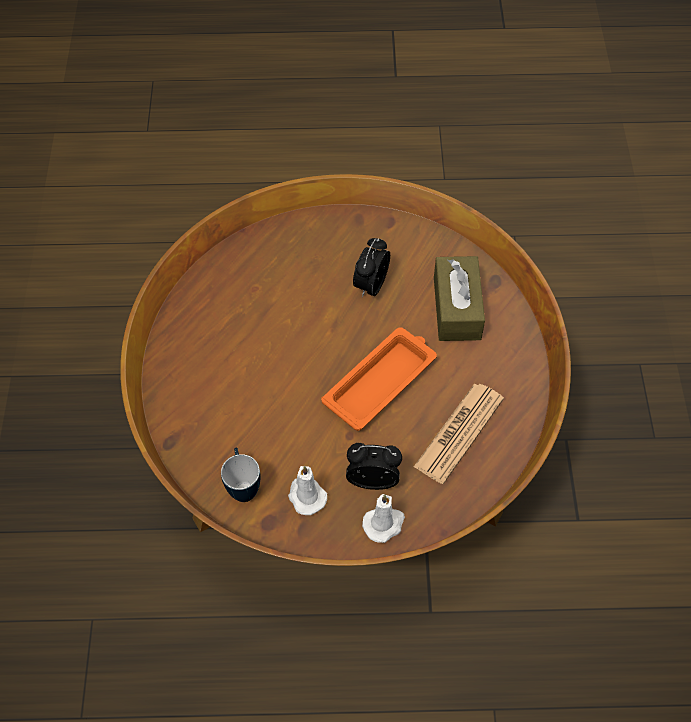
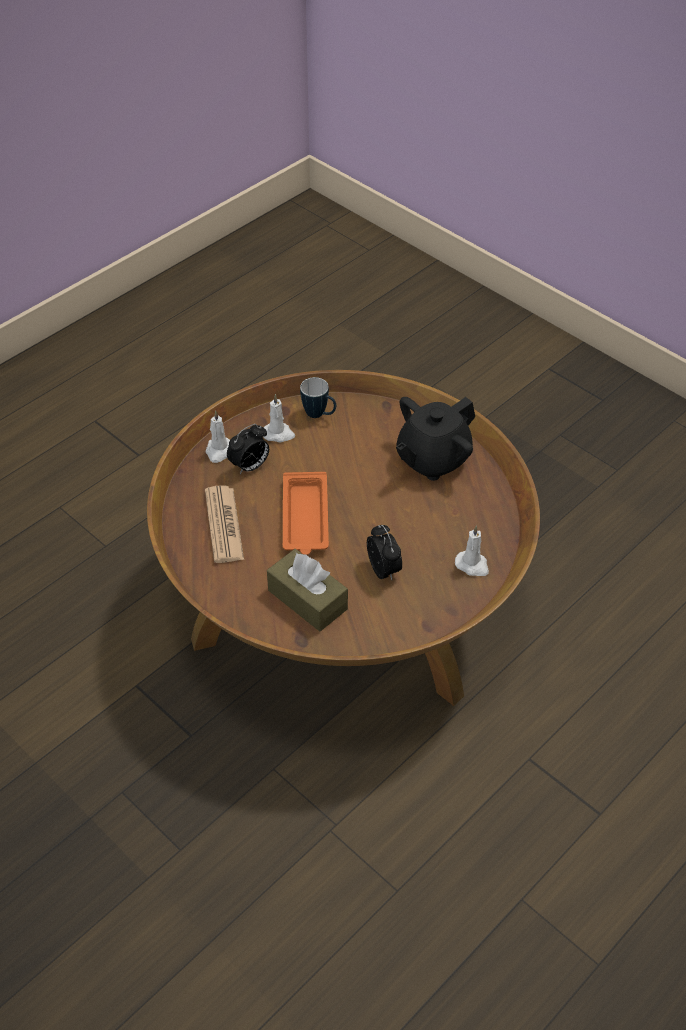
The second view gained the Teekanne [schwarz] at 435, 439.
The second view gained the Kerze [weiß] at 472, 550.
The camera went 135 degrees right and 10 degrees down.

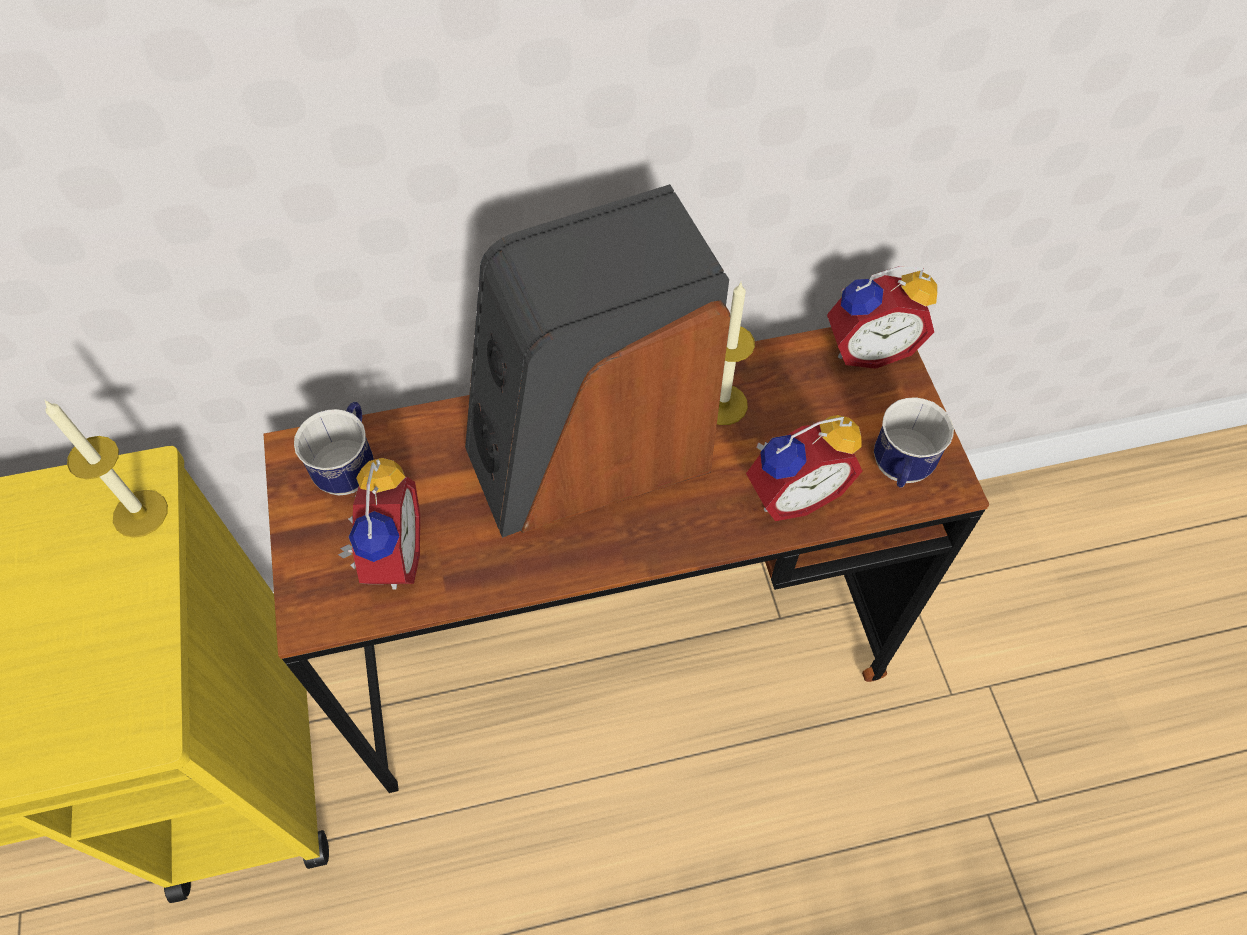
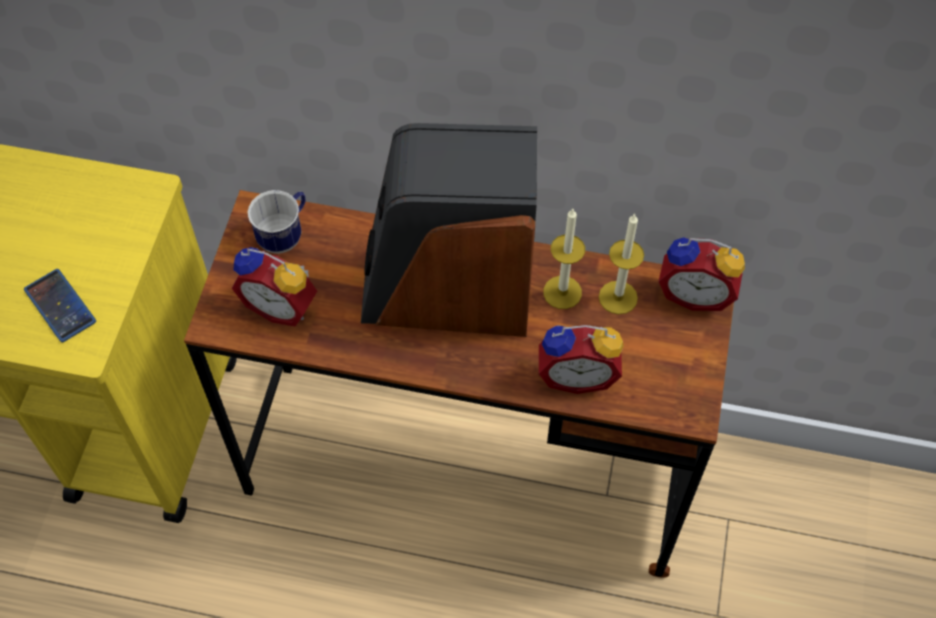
The second view lost the Henkelbecher at 914, 442.
The Kerze ended up elsewhere, having gone from 106, 469 to 621, 264.
The Wecker at 379, 524 ended up facing another way, 90 degrees clockwise from before.
The second view gained the Handy at 60, 305.
The camera went 25 degrees right and 0 degrees up.

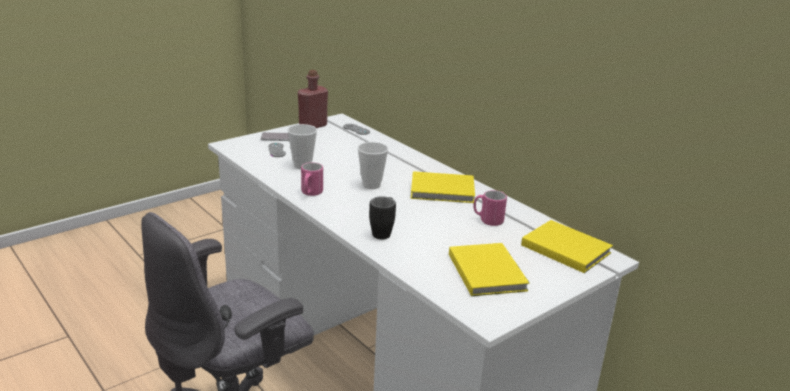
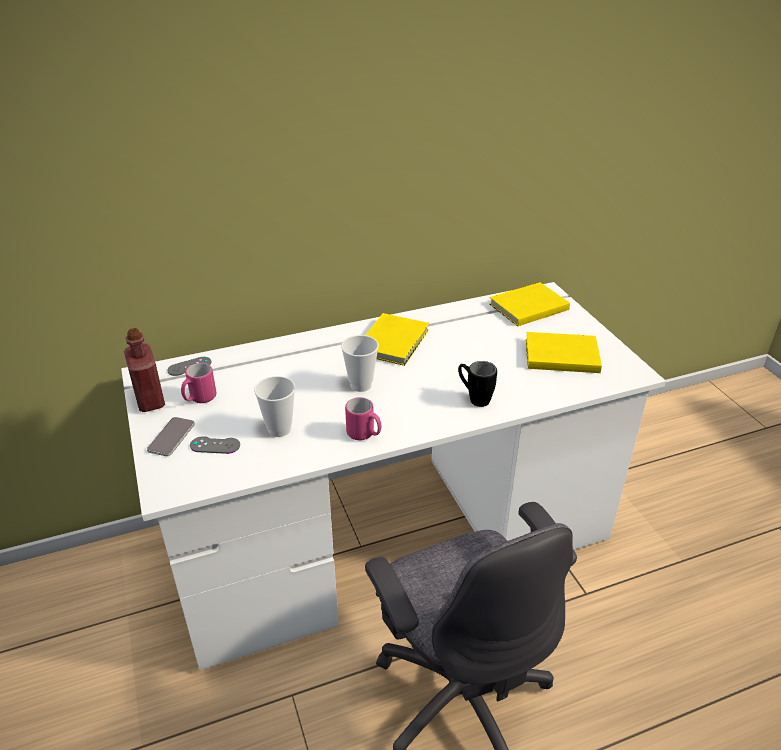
The Henkelbecher [rosa] ended up elsewhere, having gone from 490, 208 to 198, 383.
The camera went 70 degrees left and 10 degrees up.

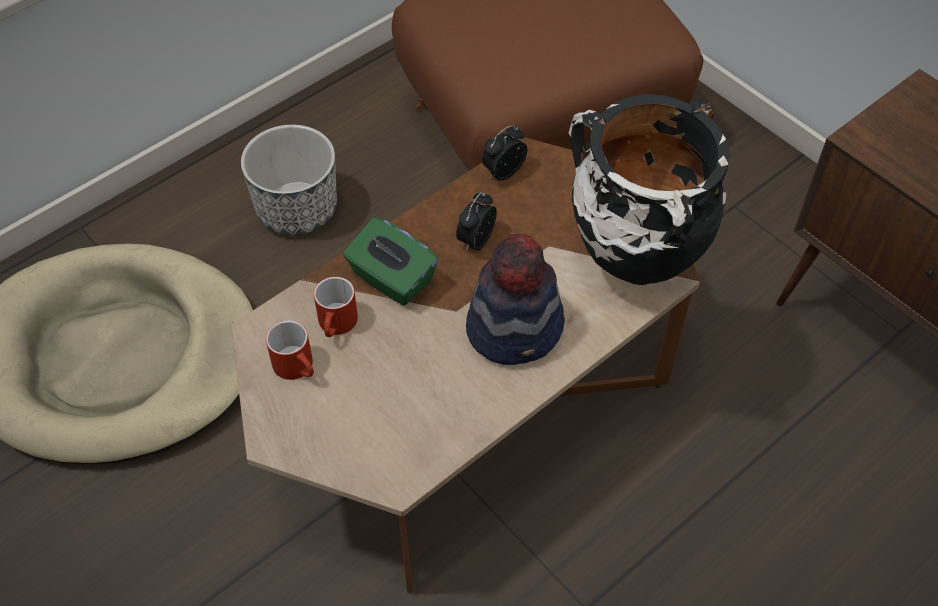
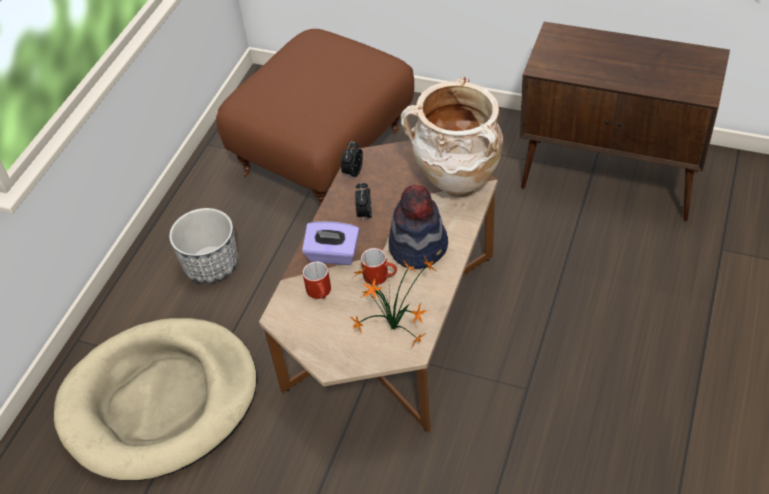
What was the Vase [schwarz] at 648, 189 turned into the Vase [beige] at 452, 136.
What was the Taschentuchbox [grün] at 390, 261 turned into the Taschentuchbox [lila] at 330, 243.
The Henkelbecher [rot] ended up elsewhere, having gone from 290, 350 to 379, 266.
The second view gained the Topfpflanze at 393, 301.
The camera went 25 degrees left and 5 degrees down.

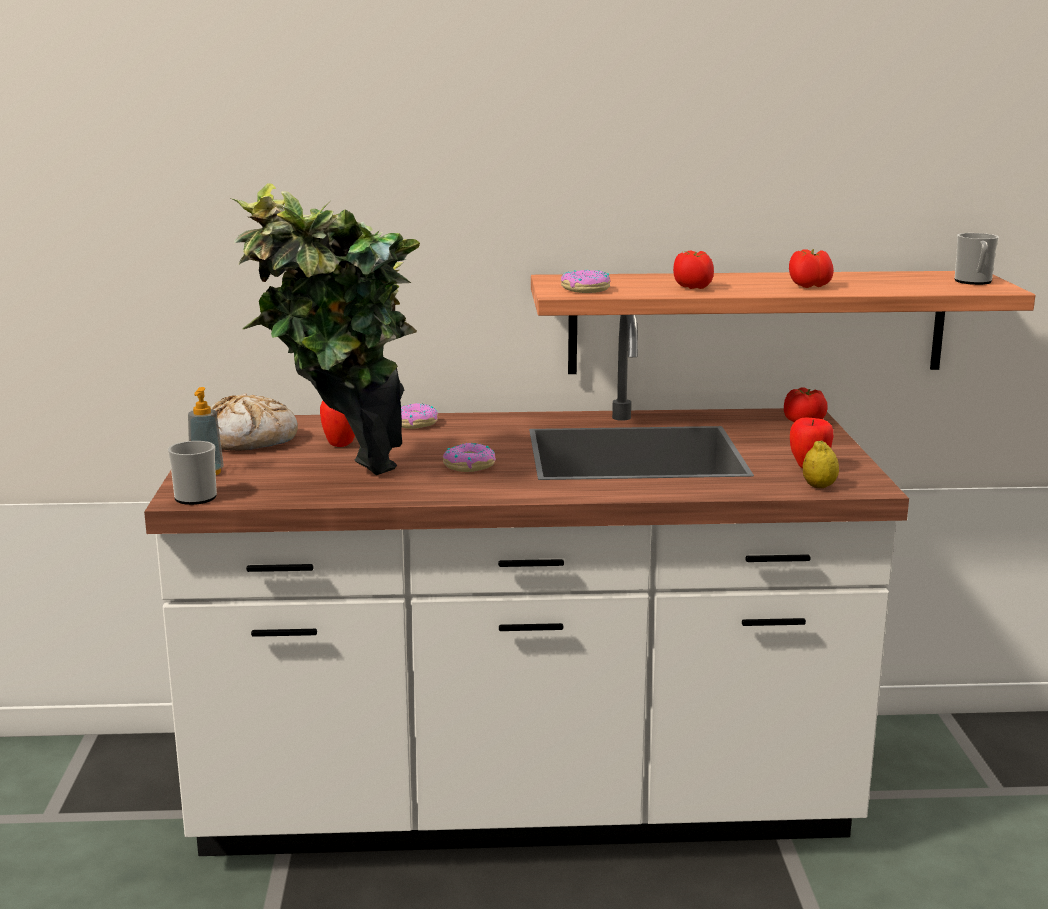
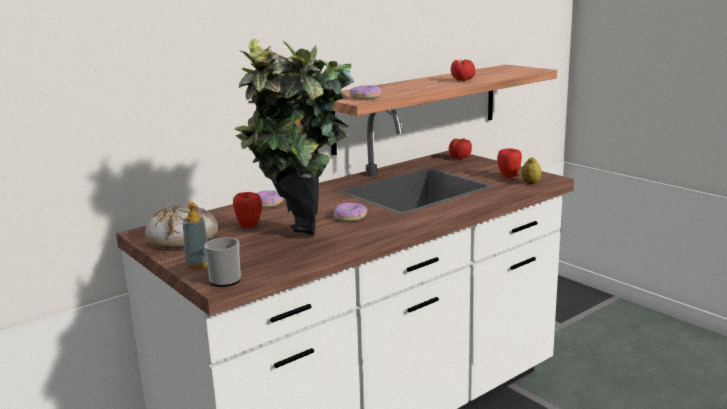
The second view lost the Henkelbecher at 977, 259.
The second view lost the Tomate at 693, 269.
The camera went 35 degrees left and 0 degrees up.

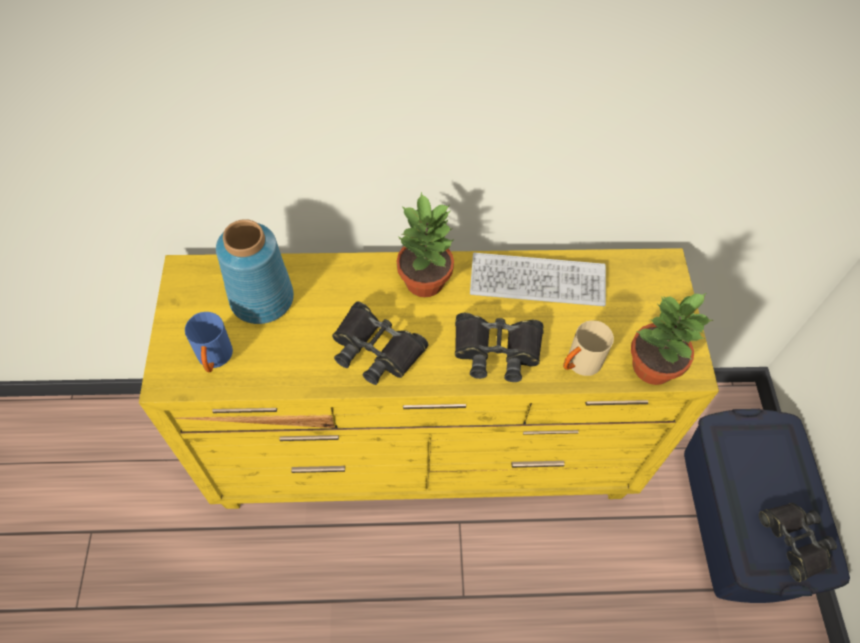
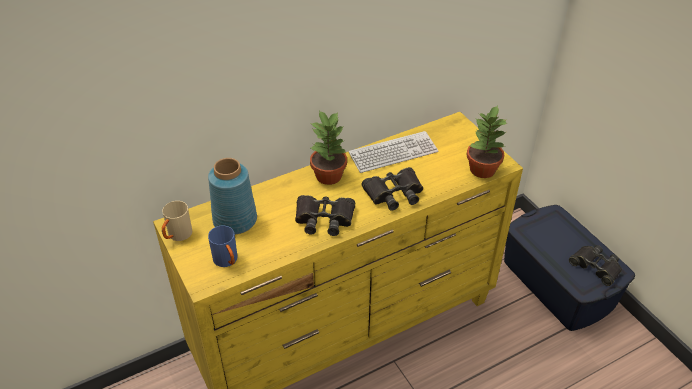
The Henkelbecher [beige] ended up elsewhere, having gone from 588, 348 to 177, 221.
The camera went 25 degrees left and 15 degrees down.

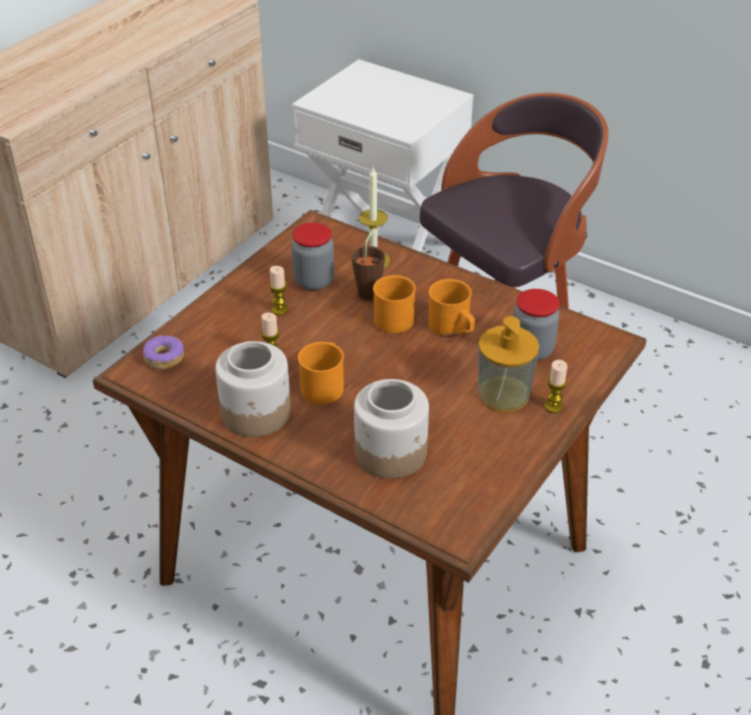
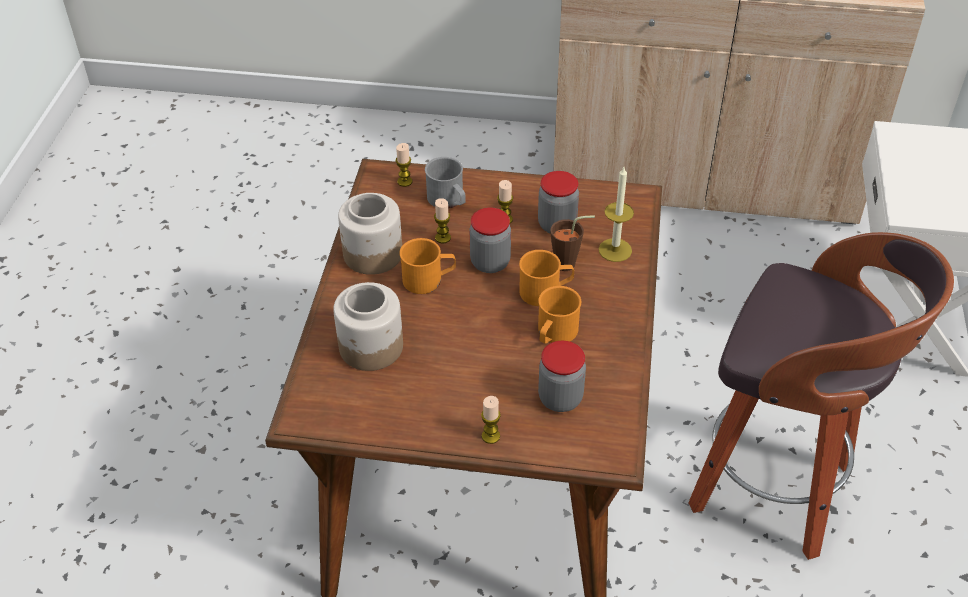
The second view lost the Seifenspender at 508, 364.
Where the Donut stood at 163, 352, the Kerze came to stand at 404, 165.
The second view gained the Henkelbecher [grau] at 445, 183.
The second view gained the Vorratsglas at 490, 240.
The camera went 65 degrees right and 5 degrees up.

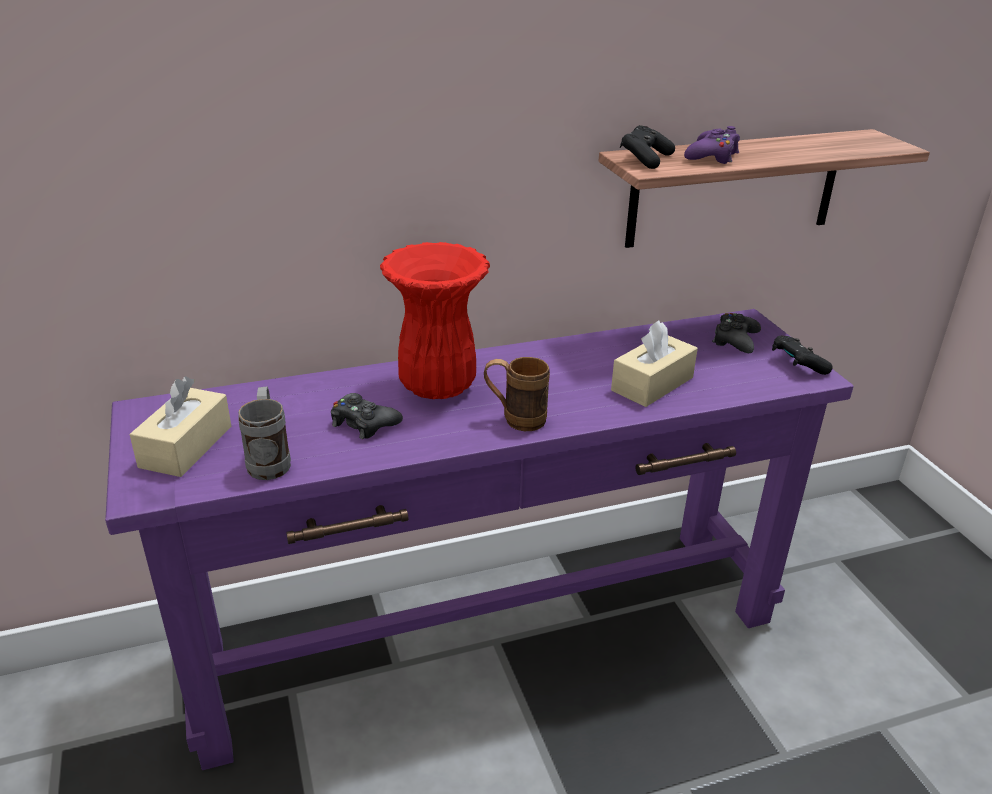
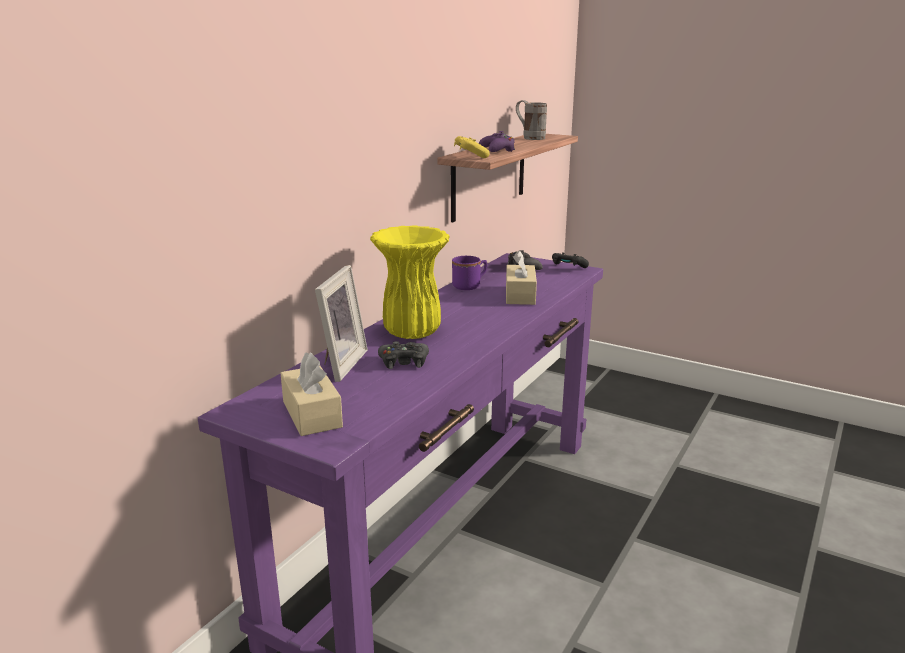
What was the Gamepad [schwarz] at 647, 147 turned into the Gamepad [gelb] at 472, 147.
What was the Vase [rot] at 435, 320 turned into the Vase [gelb] at 410, 282.
The second view lost the Henkelbecher [braun] at 517, 394.
The Henkelbecher [grau] ended up elsewhere, having gone from 264, 433 to 531, 120.
The second view gained the Henkelbecher [lila] at 469, 273.
The second view gained the Bilderrahmen at 341, 323.
The camera went 40 degrees left and 10 degrees down.

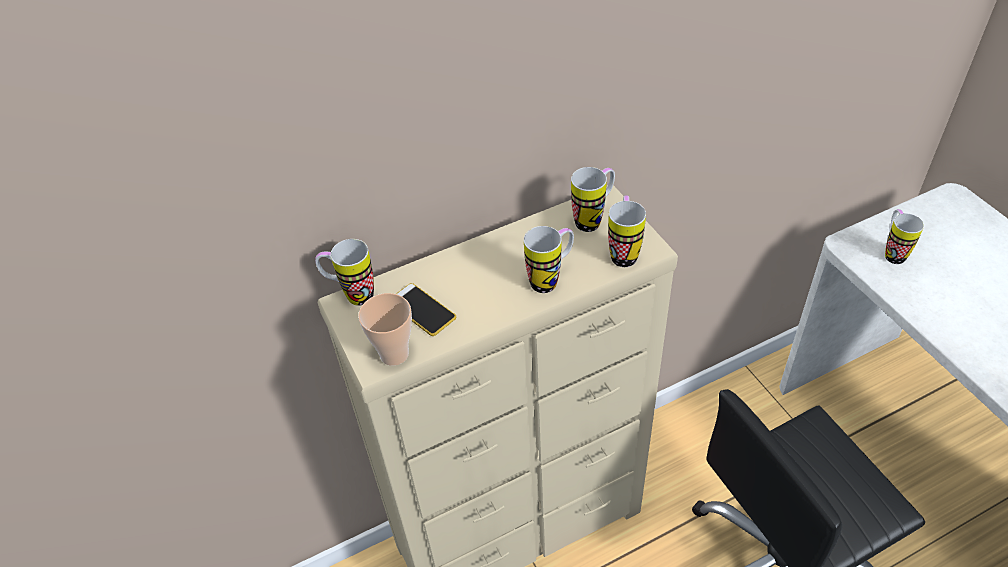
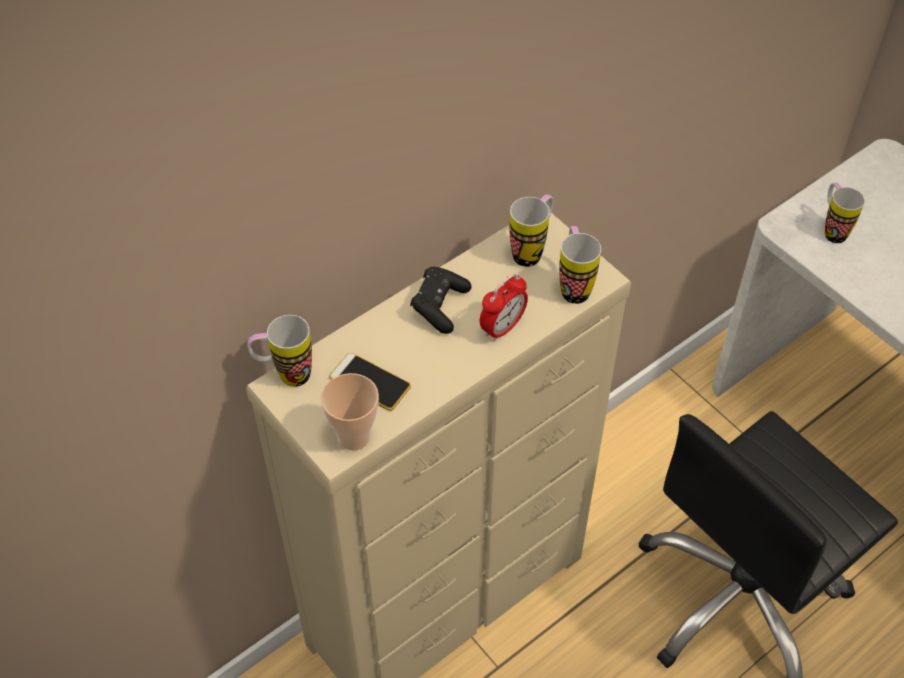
Where the Henkelbecher stood at 549, 259, the Wecker came to stand at 504, 308.
The second view gained the Gamepad [schwarz] at 440, 300.
The camera went 15 degrees left and 5 degrees up.

